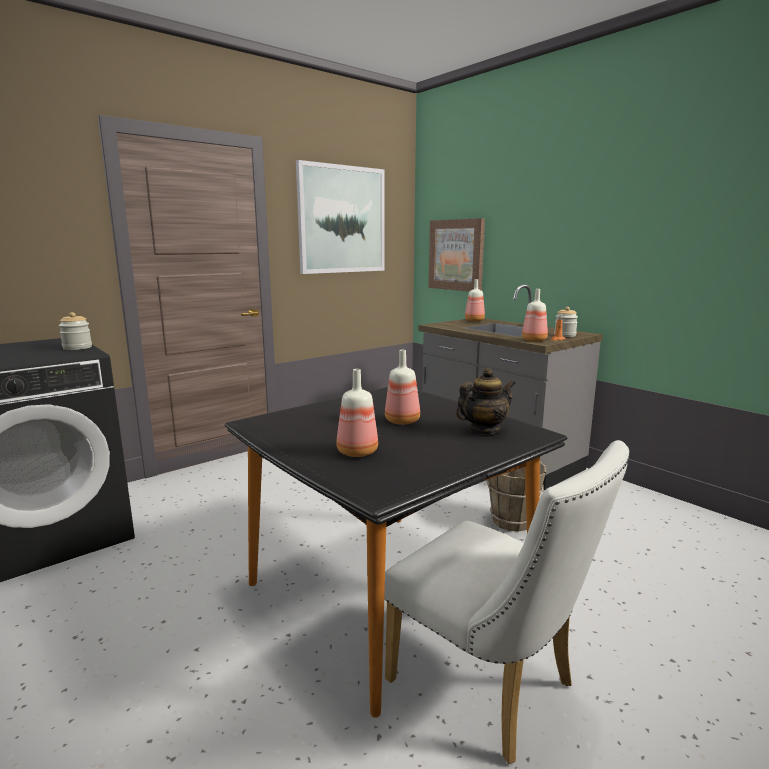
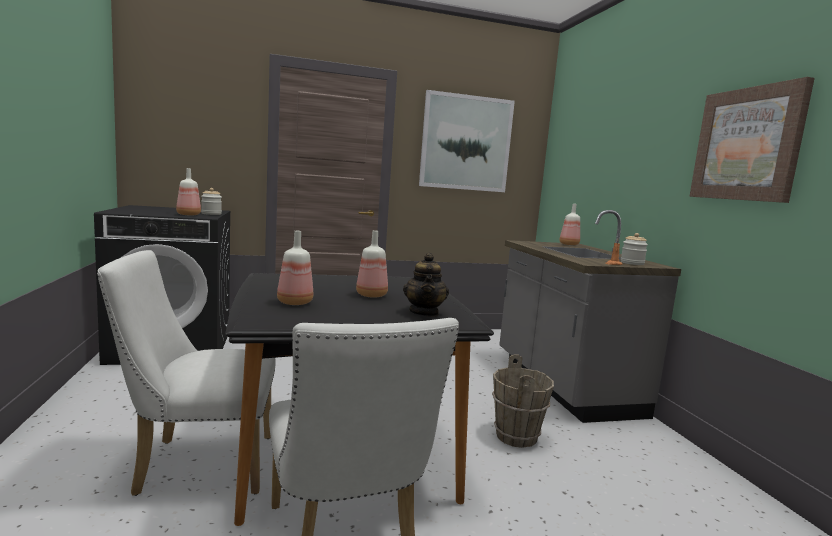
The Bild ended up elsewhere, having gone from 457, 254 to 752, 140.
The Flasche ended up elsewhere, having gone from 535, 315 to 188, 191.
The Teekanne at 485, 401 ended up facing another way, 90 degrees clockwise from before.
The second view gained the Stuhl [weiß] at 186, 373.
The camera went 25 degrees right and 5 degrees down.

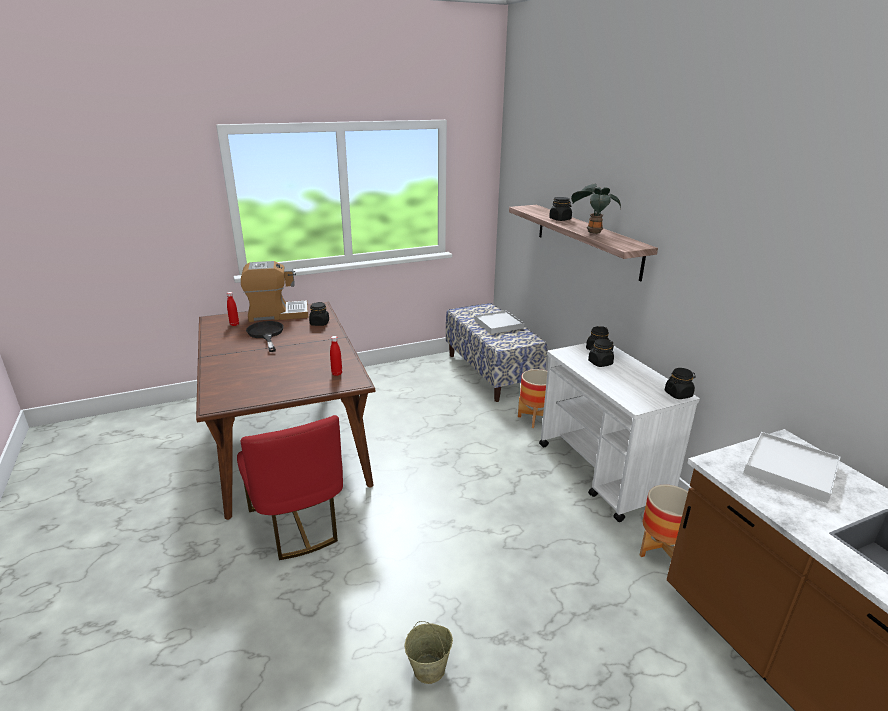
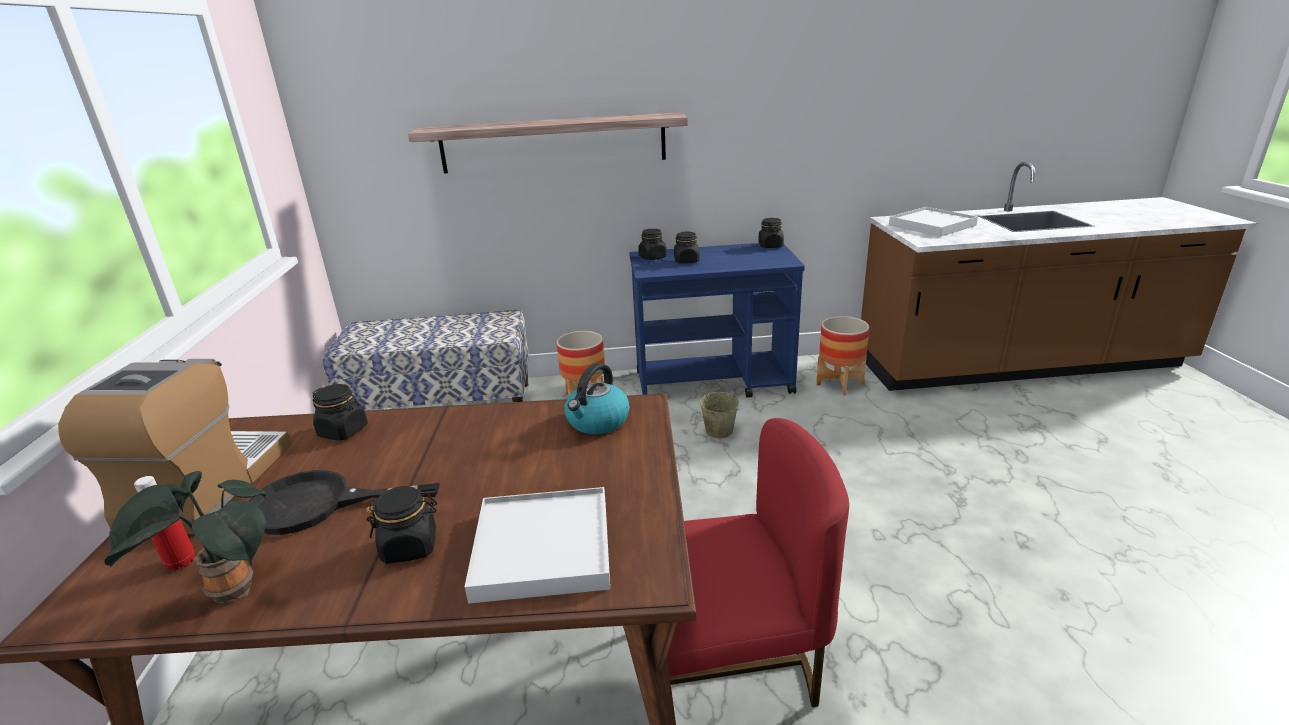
The Topfpflanze ended up elsewhere, having gone from 596, 209 to 186, 537.
The Vorratsglas [schwarz] ended up elsewhere, having gone from 560, 209 to 401, 525.
The Tablett [weiß] ended up elsewhere, having gone from 499, 322 to 537, 545.
Where the Flasche [rot] stood at 336, 356, the Wasserkessel came to stand at 597, 398.
What was the Rollwagen [weiß] at 619, 432 turned into the Rollwagen [blau] at 717, 320.
The Eimer [beige] ended up elsewhere, having gone from 429, 652 to 719, 409.
The camera went 70 degrees left and 0 degrees up.

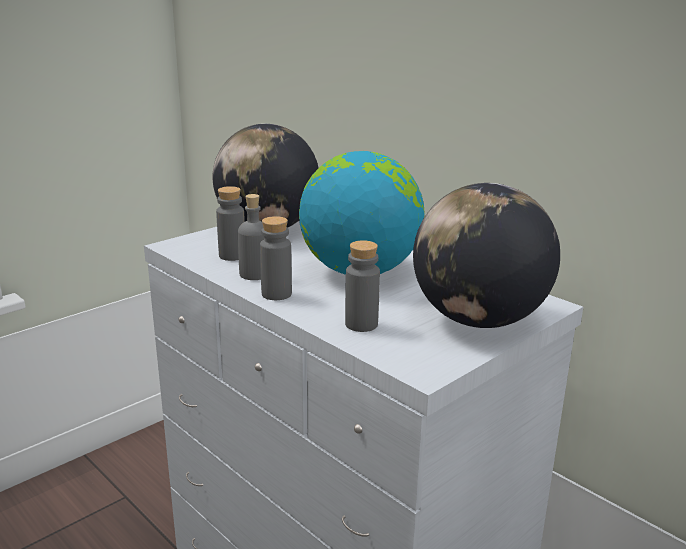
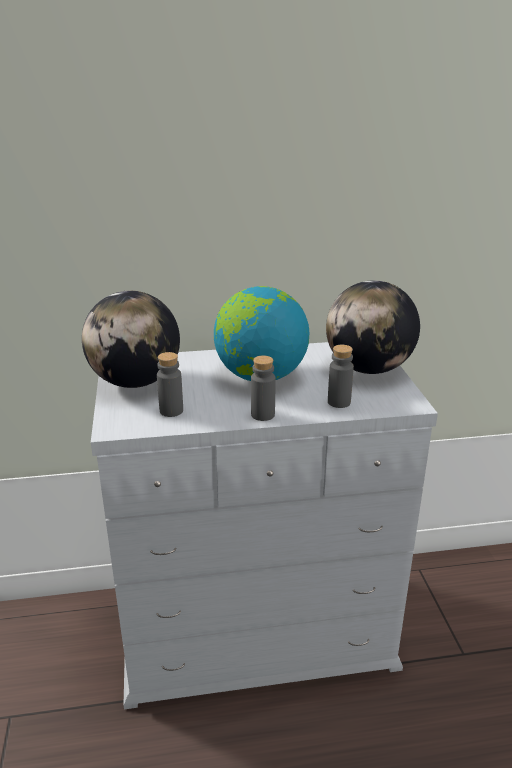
The second view lost the Flasche [grau] at 251, 237.
The camera went 55 degrees left and 5 degrees up.

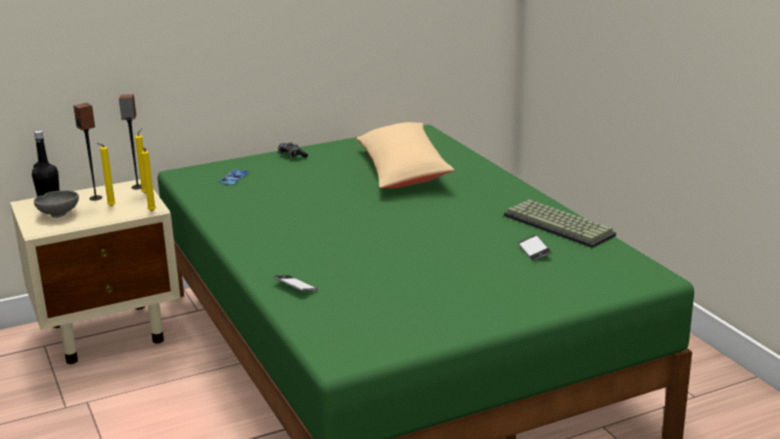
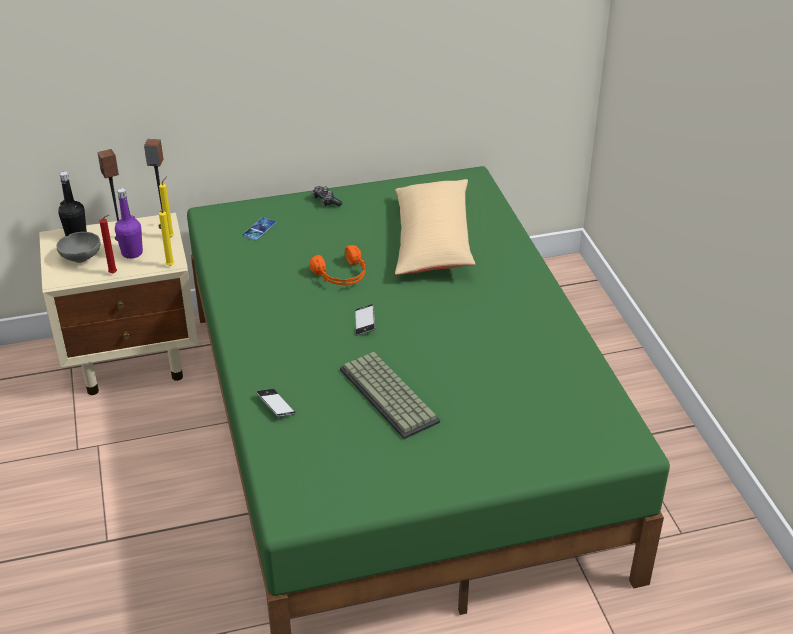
Where the Kerze [gelb] stood at 106, 174, the Flasche [lila] came to stand at 129, 223.
The Tastatur ended up elsewhere, having gone from 560, 224 to 390, 395.
The Handy ended up elsewhere, having gone from 534, 248 to 365, 320.
The second view gained the Kerze [rot] at 108, 244.
The second view gained the Kopfhörer [orange] at 337, 265.
The camera went 10 degrees right and 15 degrees up.

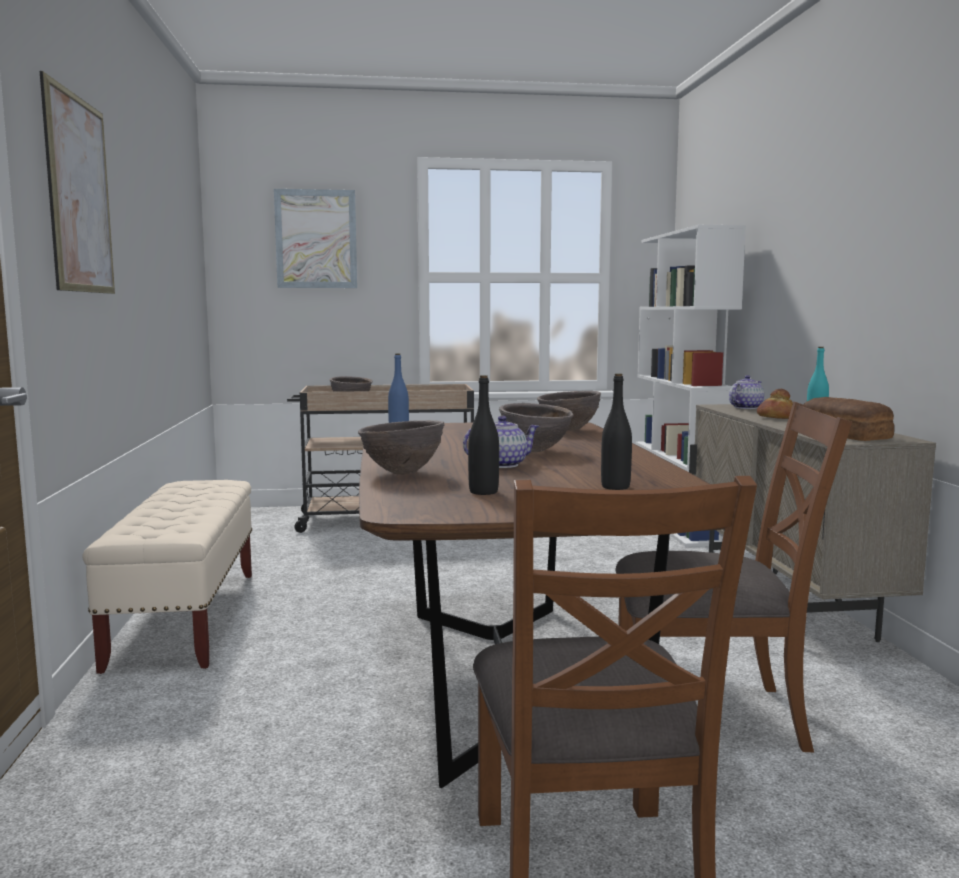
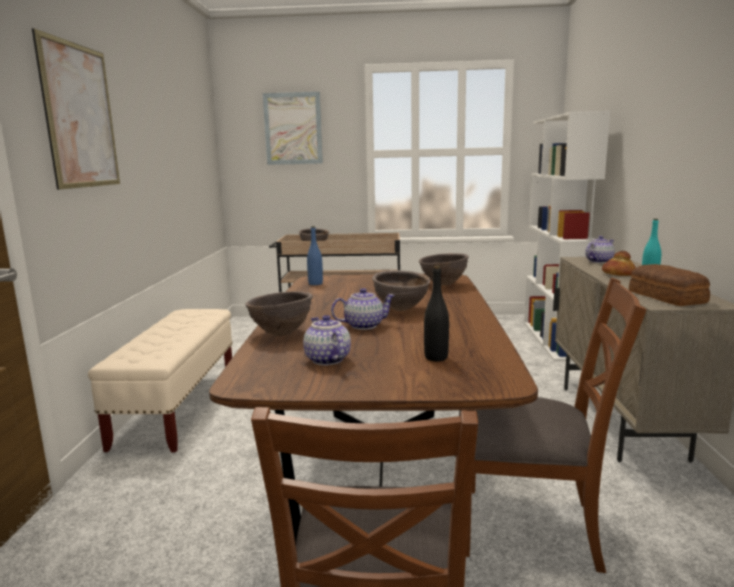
Where the Flasche [schwarz] stood at 483, 435, the Teekanne came to stand at 327, 340.
The camera went 10 degrees right and 5 degrees up.

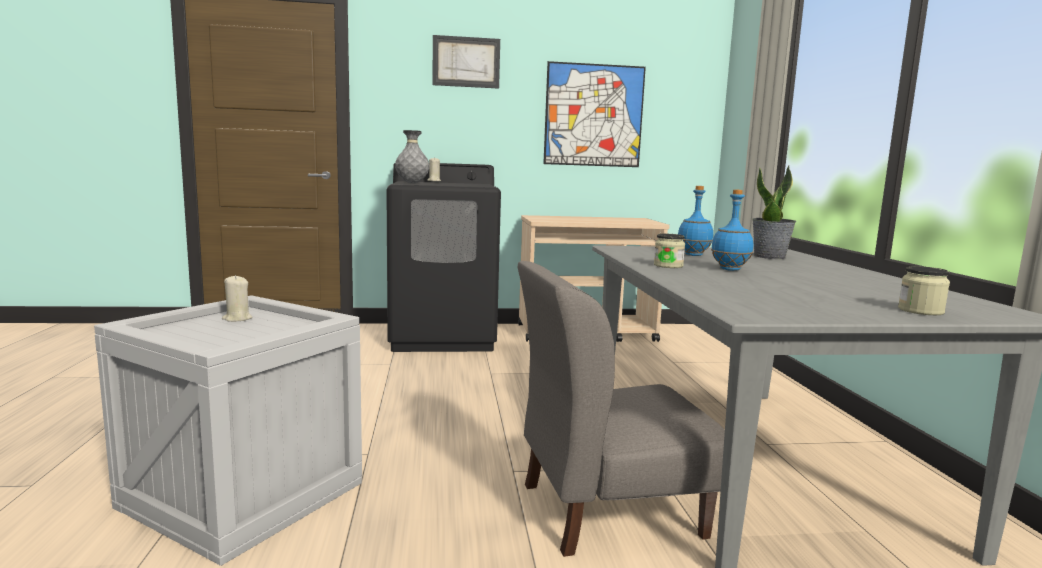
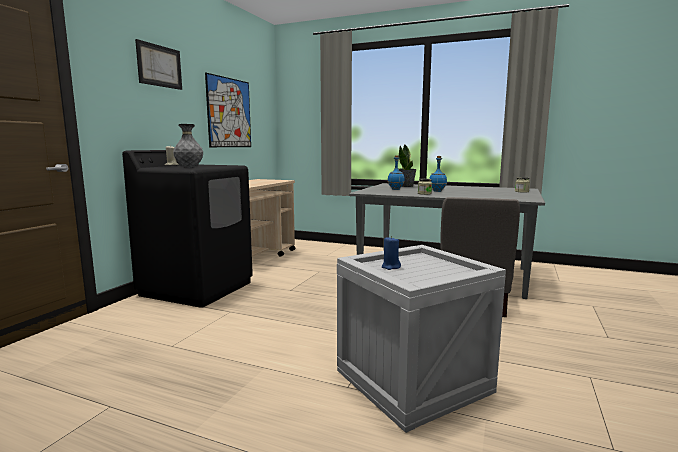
What was the Kerze [beige] at 237, 298 turned into the Kerze [blau] at 391, 253.
The camera went 60 degrees left and 0 degrees up.

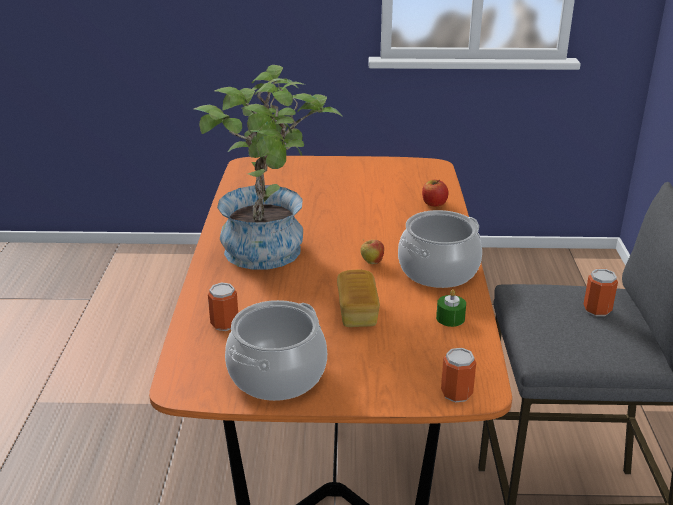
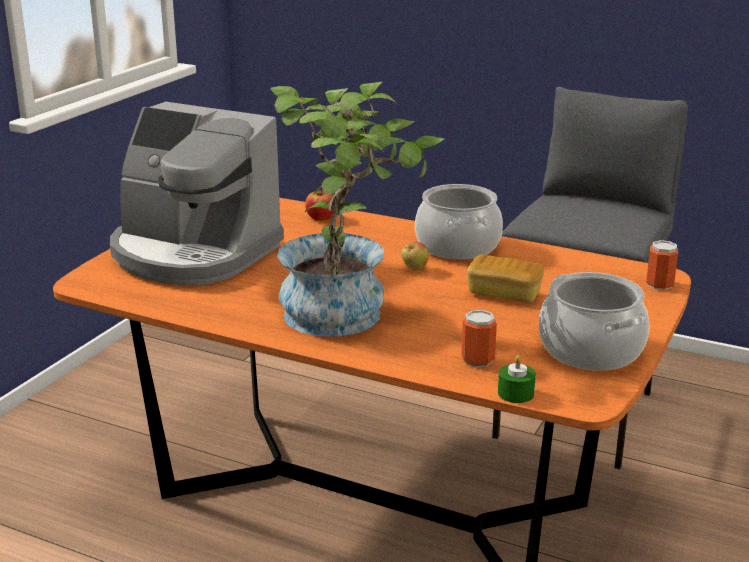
The second view lost the Dose at 601, 292.
The Kerze [grün] ended up elsewhere, having gone from 451, 308 to 517, 379.
The second view gained the Kaffeemaschine at 197, 194.
The camera went 65 degrees left and 5 degrees down.

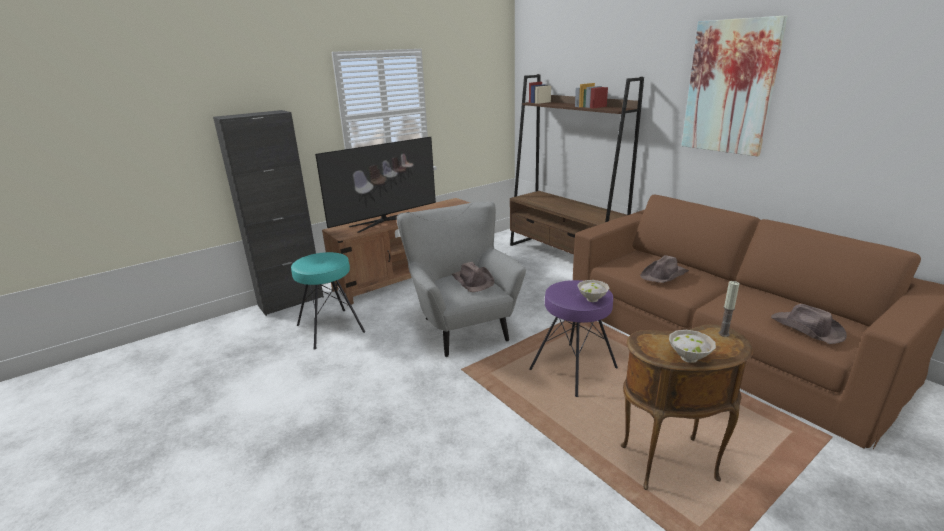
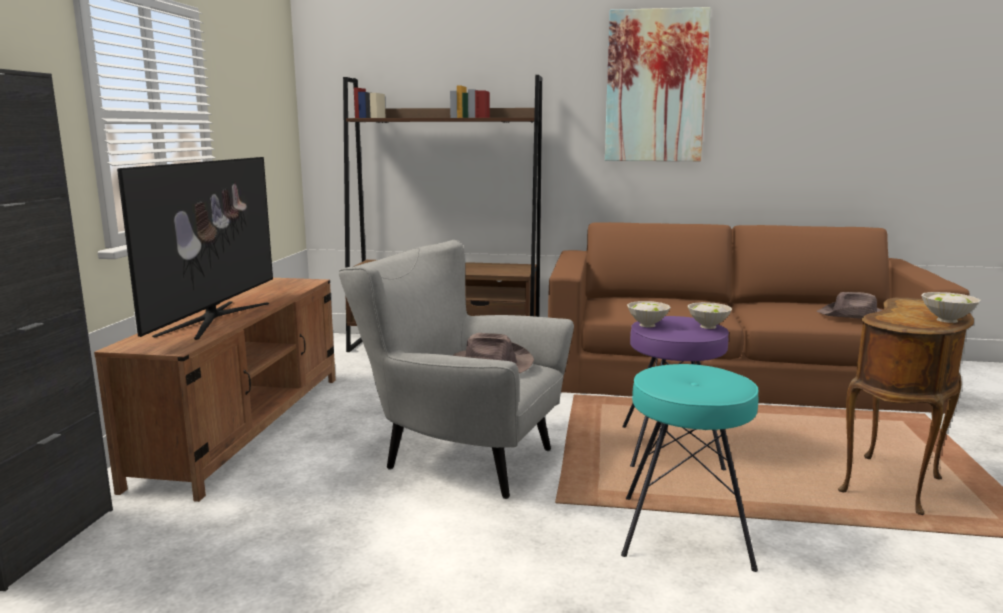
The Hocker [türkis] ended up elsewhere, having gone from 328, 301 to 690, 468.
The second view lost the Hut [braun] at 664, 269.
The second view lost the Kerze at 729, 309.
The second view gained the Schüssel [weiß] at 649, 314.
The camera went 45 degrees left and 10 degrees down.

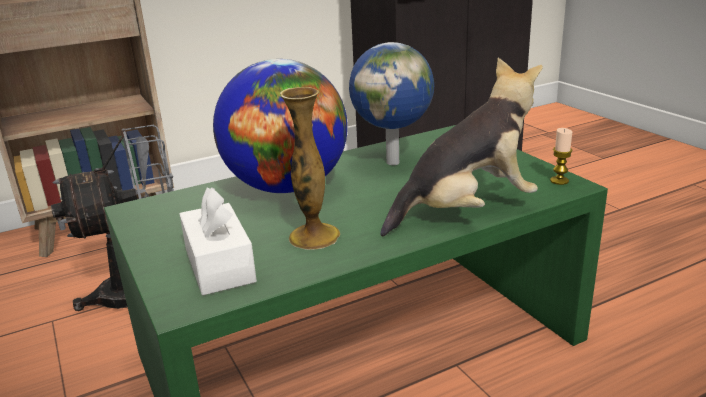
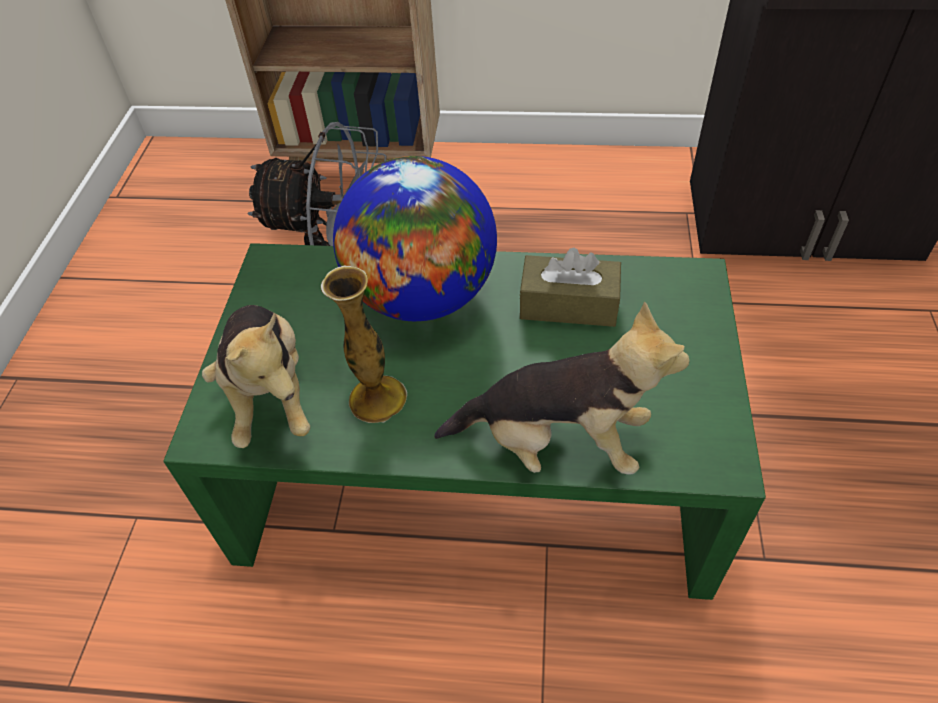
Where the Globus stood at 391, 103, the Taschentuchbox [braun] came to stand at 570, 287.
The second view lost the Kerze at 561, 156.
Where the Taschentuchbox [weiß] stood at 218, 241, the Plüschtier came to stand at 256, 376.
The camera went 35 degrees right and 25 degrees up.

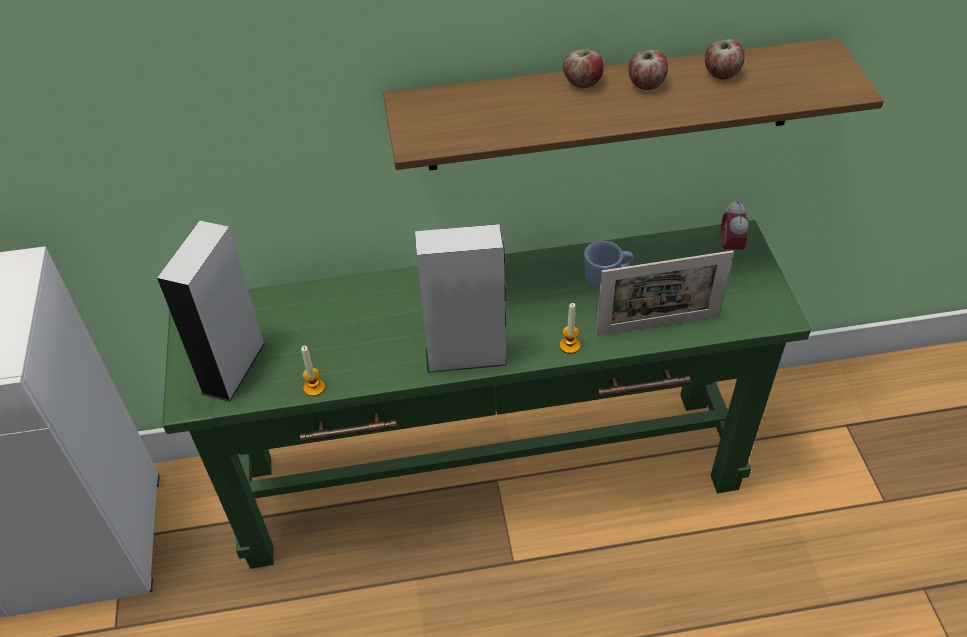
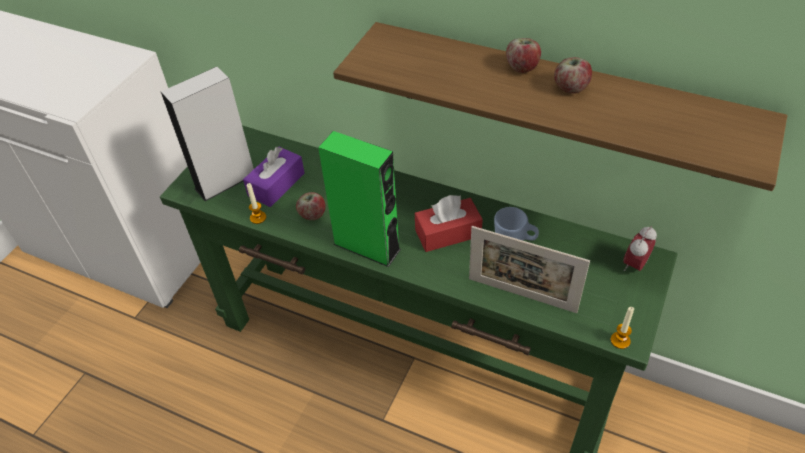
The Apfel ended up elsewhere, having gone from 725, 59 to 311, 206.
What was the Lautsprecher [grau] at 461, 298 turned into the Lautsprecher [grün] at 359, 199.
The Kerze ended up elsewhere, having gone from 570, 328 to 622, 328.
The second view gained the Taschentuchbox [lila] at 274, 177.
The second view gained the Taschentuchbox [rot] at 449, 223.
The camera went 35 degrees right and 0 degrees up.

